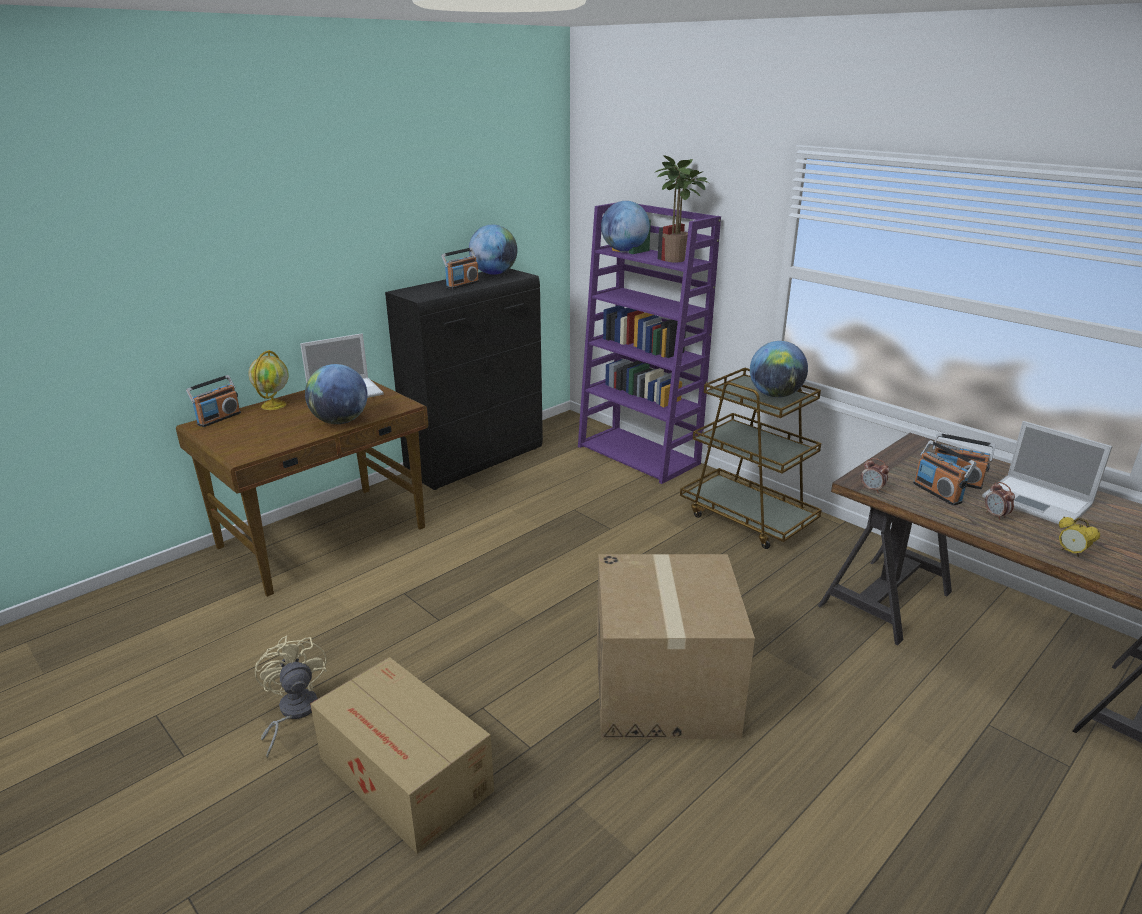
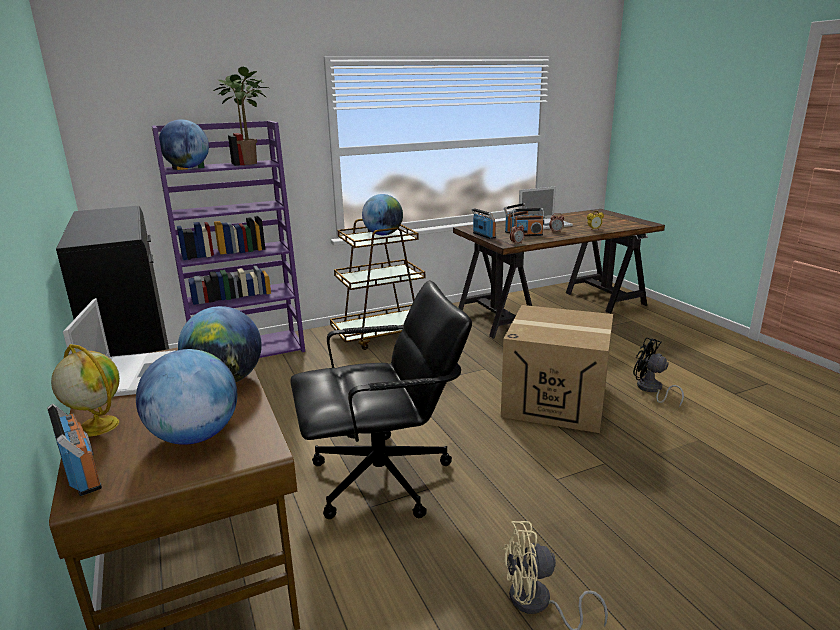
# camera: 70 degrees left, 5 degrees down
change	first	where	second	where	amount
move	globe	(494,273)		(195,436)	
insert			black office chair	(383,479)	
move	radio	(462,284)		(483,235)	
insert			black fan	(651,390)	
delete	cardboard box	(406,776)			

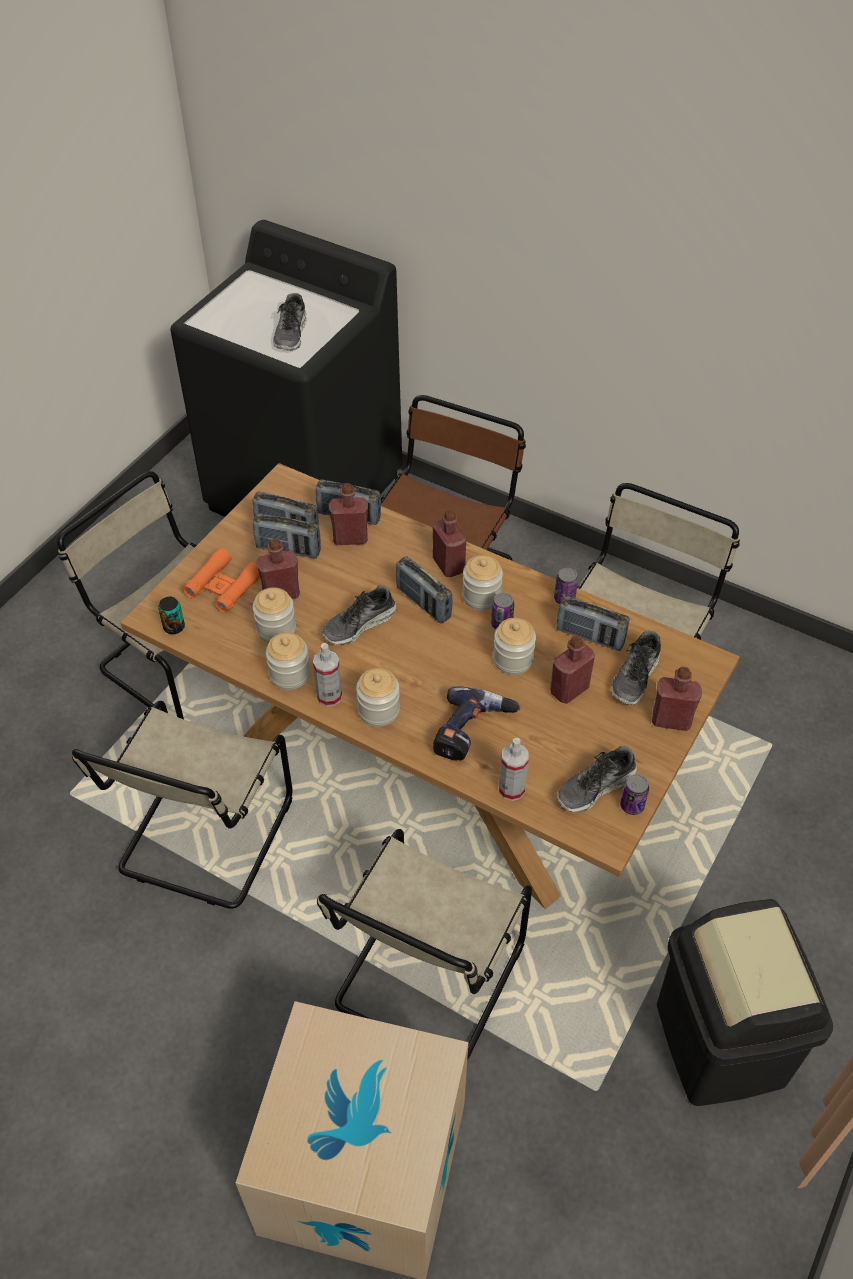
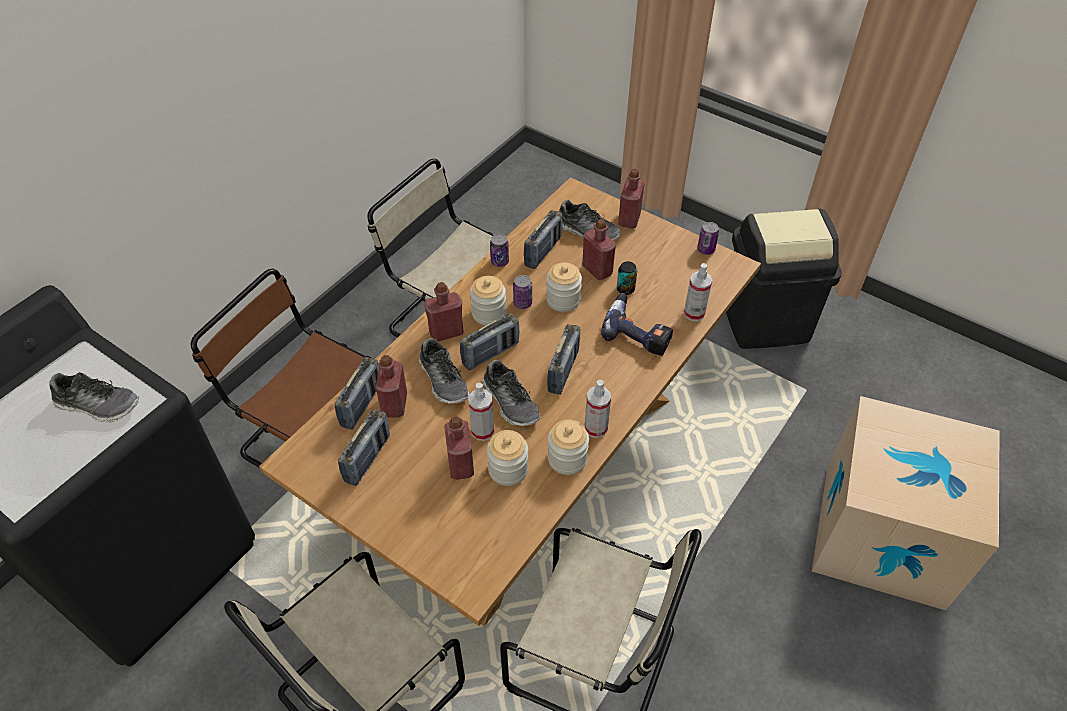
# camera: 85 degrees left, 0 degrees up
change	first	where	second	where	amount
move	shoe	(595,787)		(444,380)	
insert			spray bottle	(482,431)	
move	radio	(288,549)		(563,371)	
move	can	(174,627)		(625,289)	
delete	orange binoculars	(224,586)			
delete	beige chair	(426,981)			
delete	jar	(378,710)			

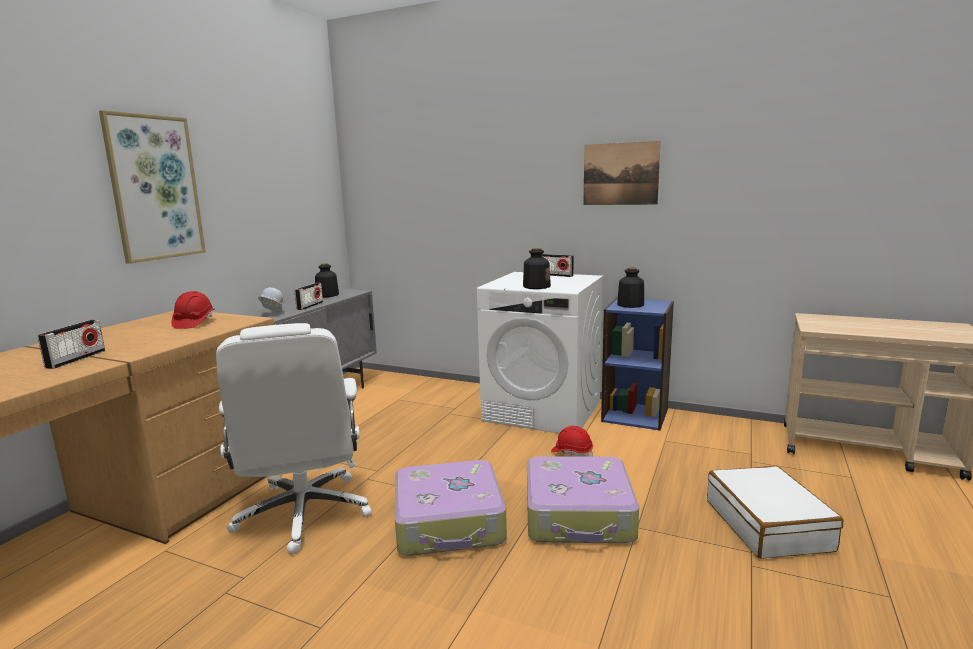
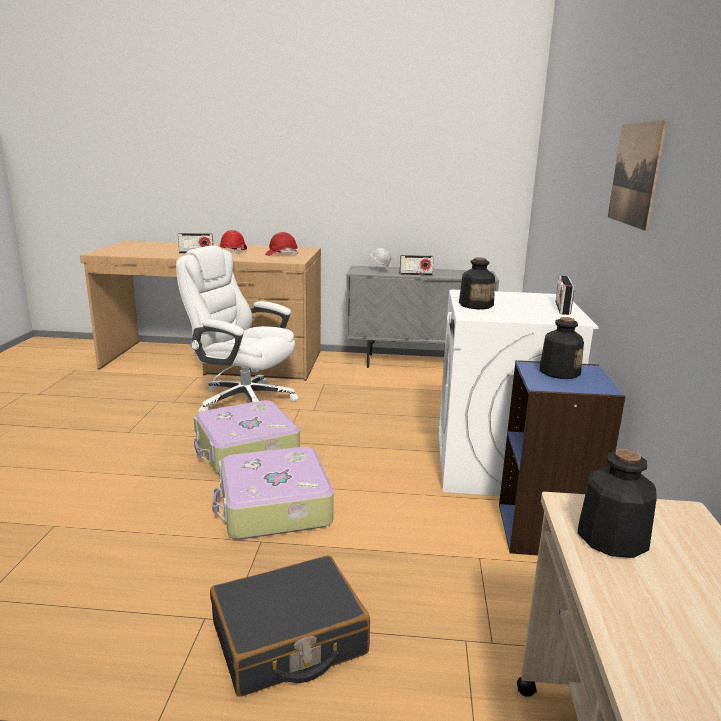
# camera: 70 degrees right, 5 degrees up
change	first	where	second	where	amount
rotate	white office chair	(304,514)		(243,400)	60 degrees clockwise
recolor	white suitcase	(768,525)	black suitcase	(289,640)	
move	red hard hat	(572,452)		(233,252)	
move	bottle	(327,295)		(611,538)	
delete	picture	(155,188)			

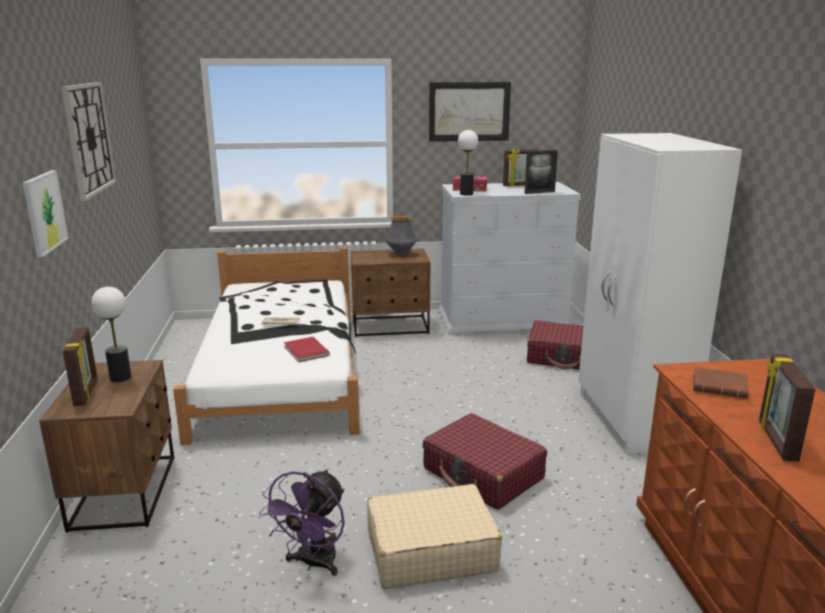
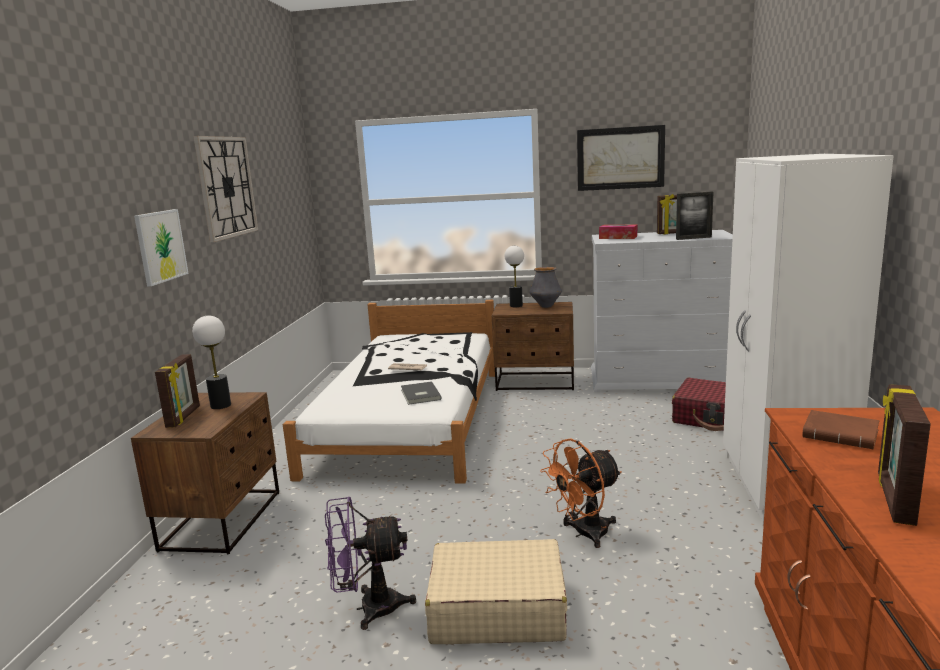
# camera: 15 degrees right, 5 degrees down
change	first	where	second	where	amount
rotate	purple fan	(313,563)		(369,608)	45 degrees clockwise
recolor	red book	(305,351)	grey book	(419,395)	
move	table lamp	(466,194)		(516,305)	
replace	red suitcase	(483,474)	orange fan	(584,534)	

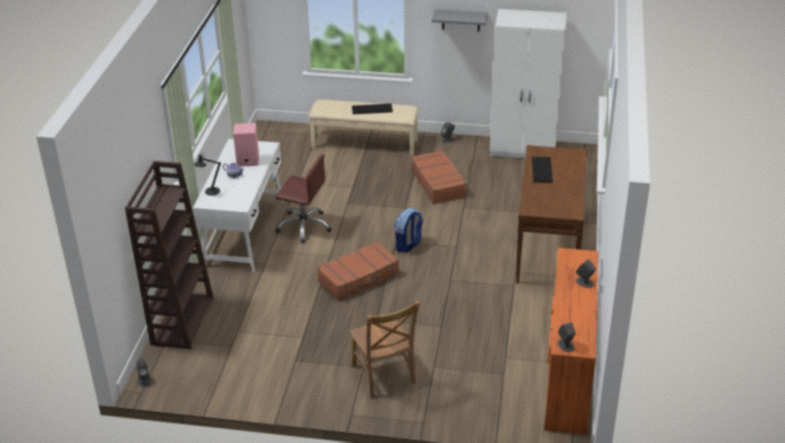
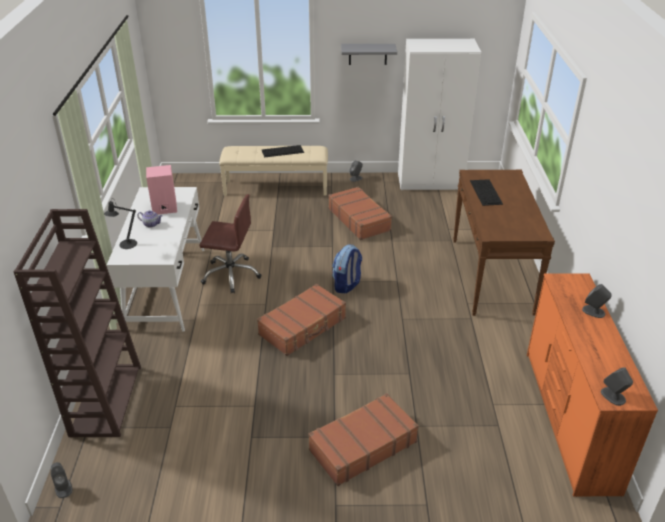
# camera: 10 degrees left, 0 degrees up
change	first	where	second	where	amount
replace	brown chair	(384,376)	brown suitcase	(362,446)	

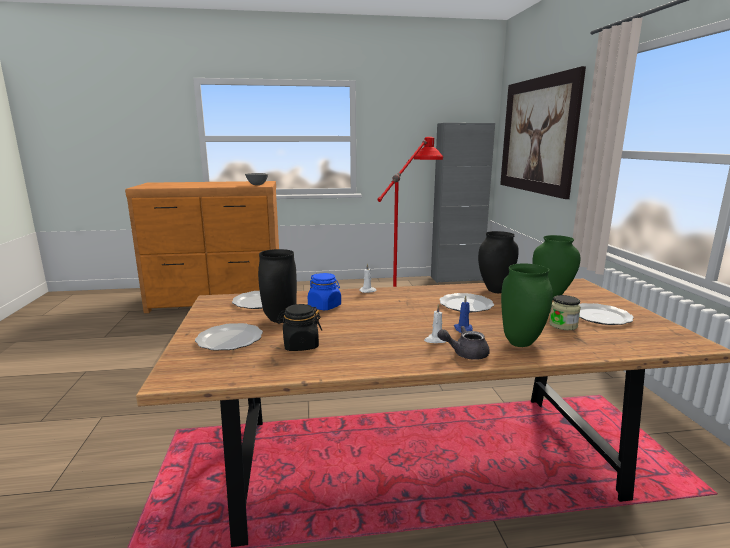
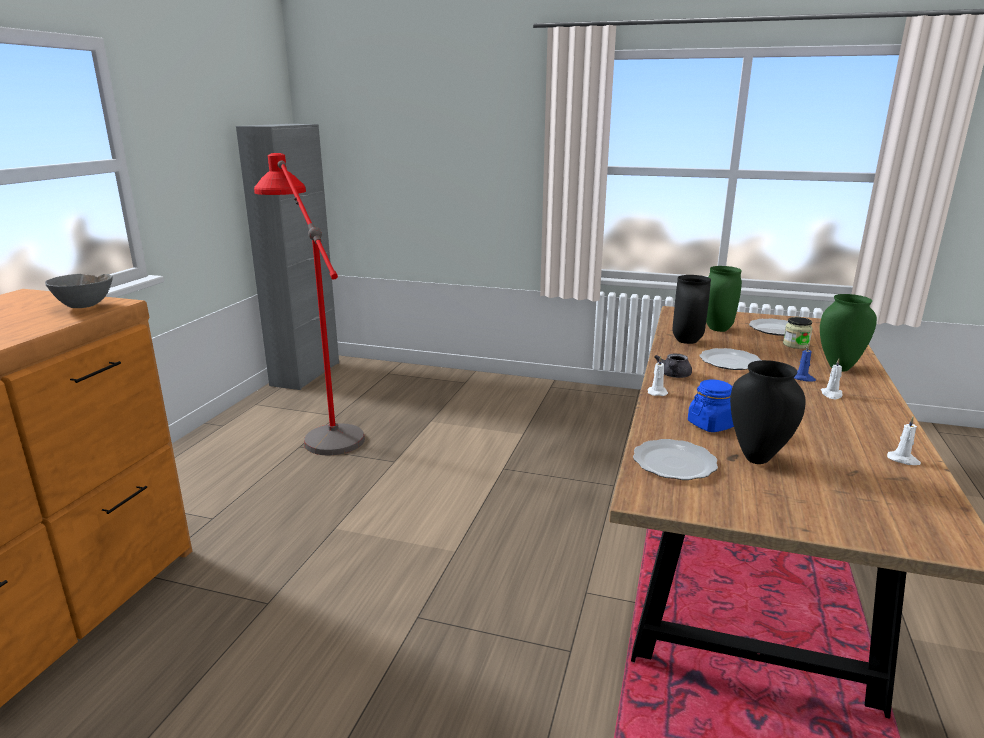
# camera: 65 degrees left, 5 degrees up
change	first	where	second	where	amount
move	grey teapot	(465,353)		(673,376)	
insert			white candle	(903,460)	
delete	plate	(229,340)			
delete	black jar	(300,345)			
delete	picture	(537,135)			

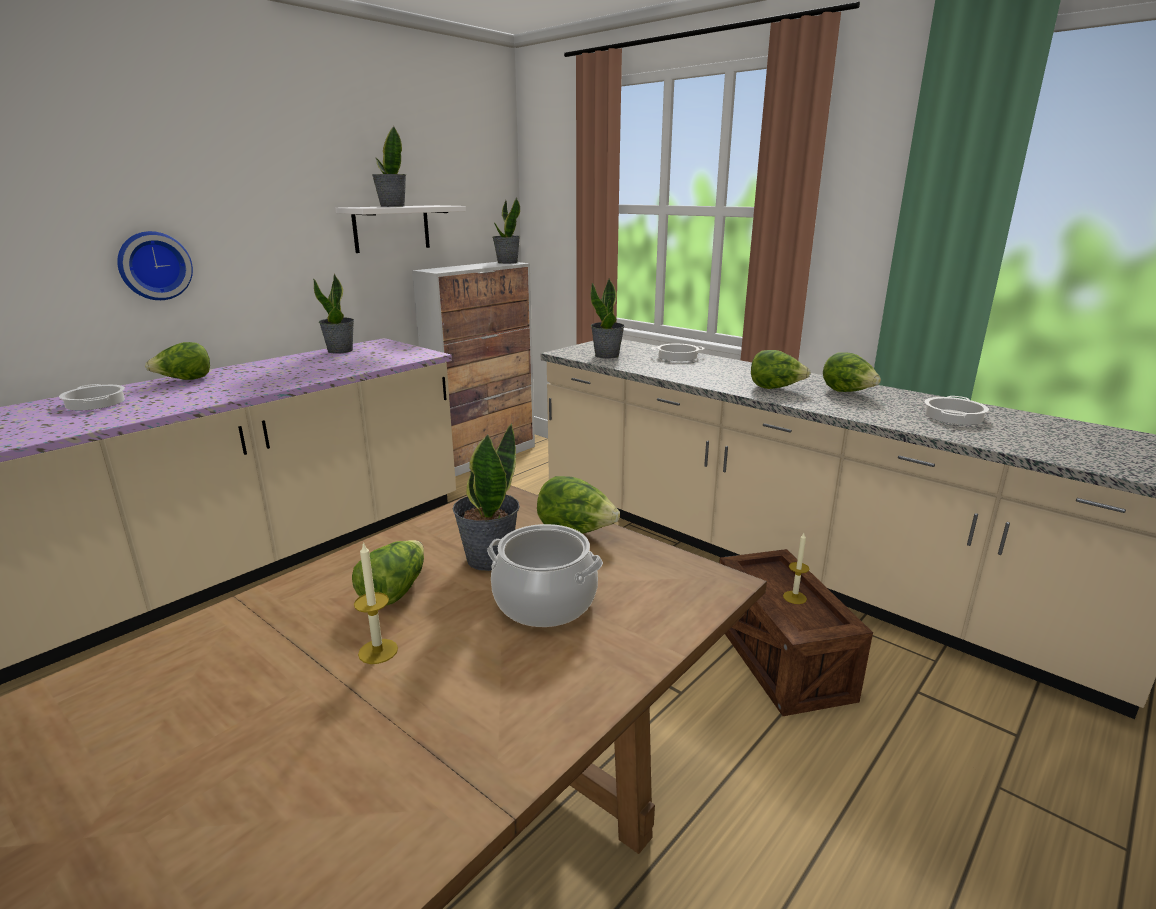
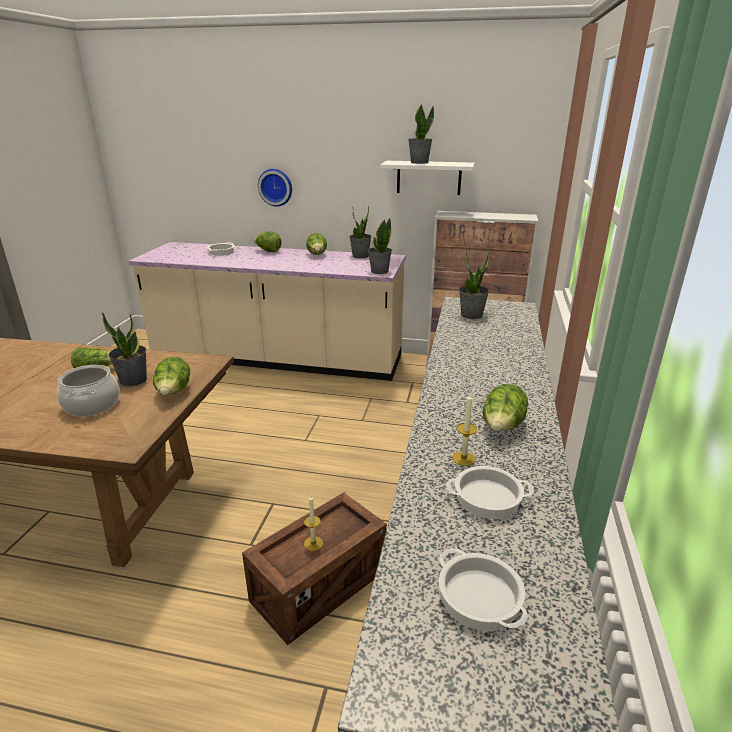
# camera: 60 degrees right, 5 degrees up
change	first	where	second	where	amount
move	lettuce	(775,388)		(317,255)	
move	potted plant	(507,262)		(379,271)	
move	cooking pot	(677,356)		(480,597)	
move	candle	(378,651)		(463,458)	

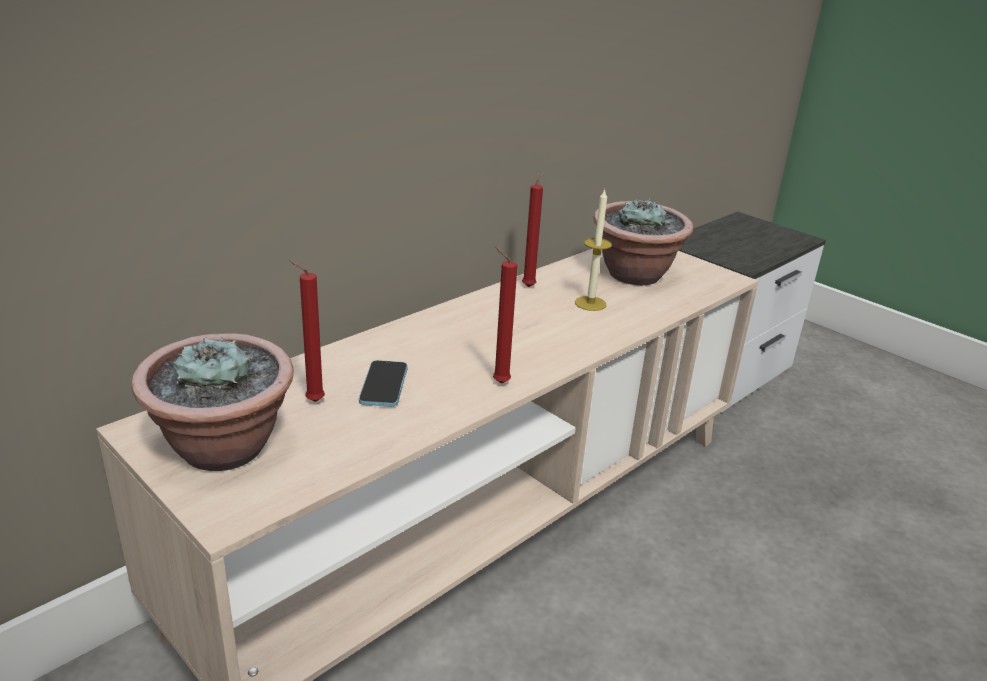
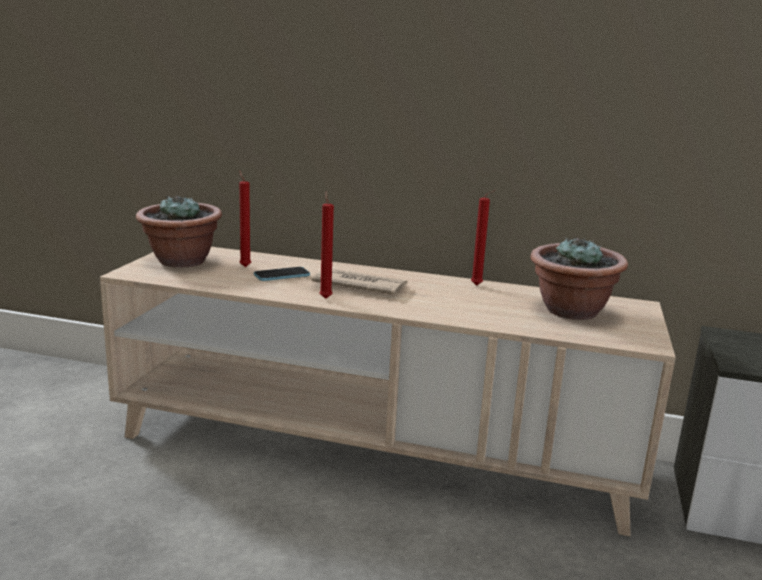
# camera: 60 degrees right, 10 degrees down
change	first	where	second	where	amount
insert			newspaper	(359,285)	
delete	candle	(590,303)			

